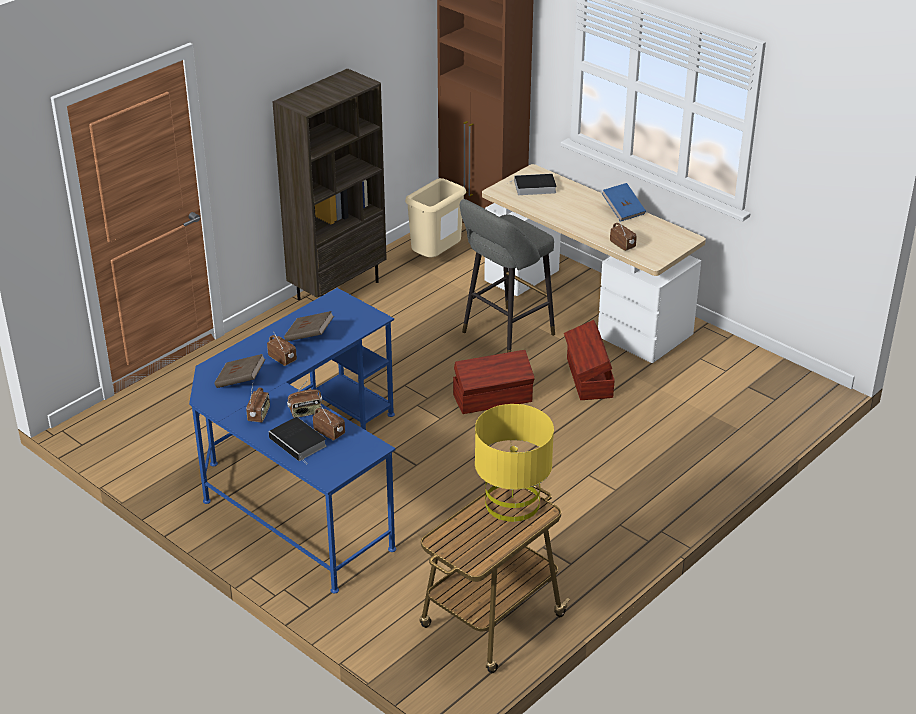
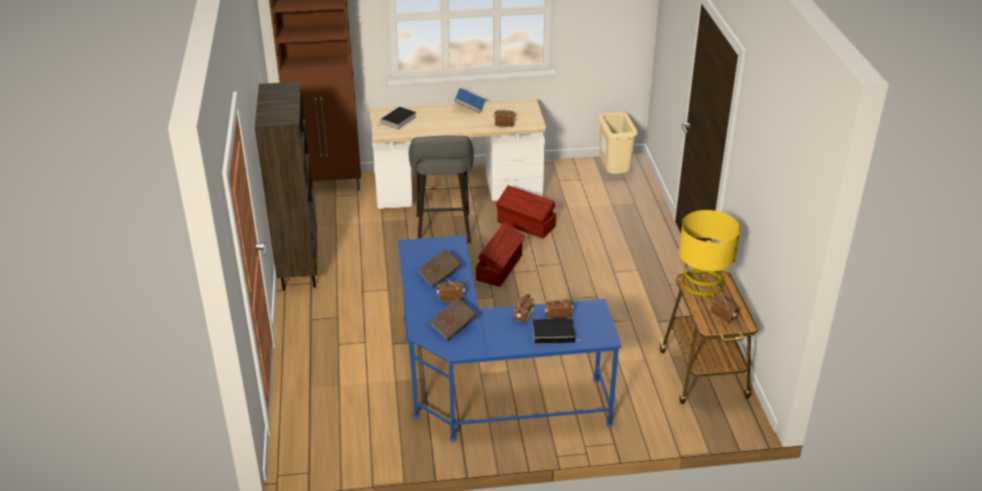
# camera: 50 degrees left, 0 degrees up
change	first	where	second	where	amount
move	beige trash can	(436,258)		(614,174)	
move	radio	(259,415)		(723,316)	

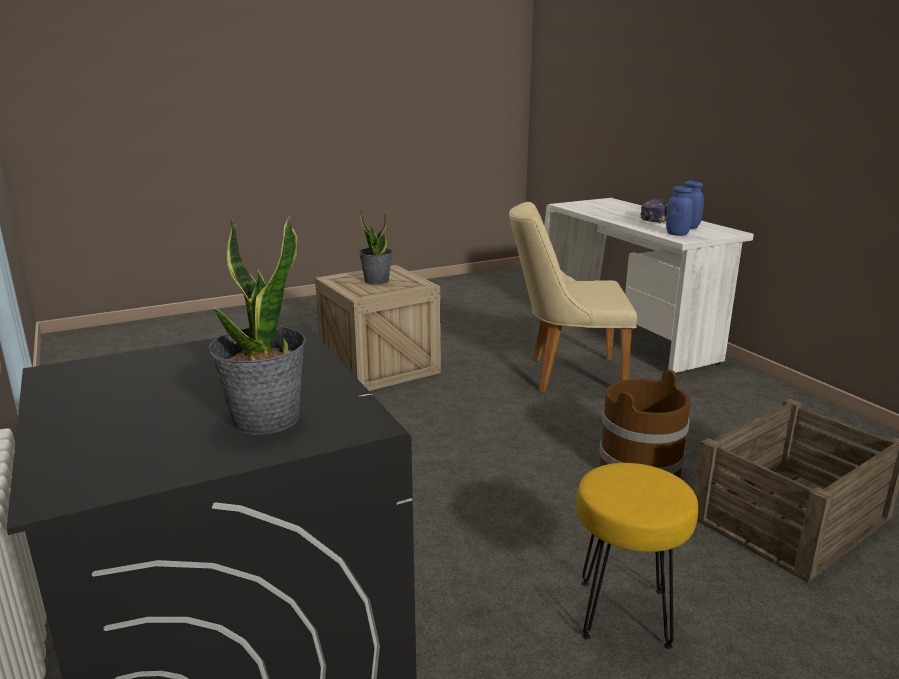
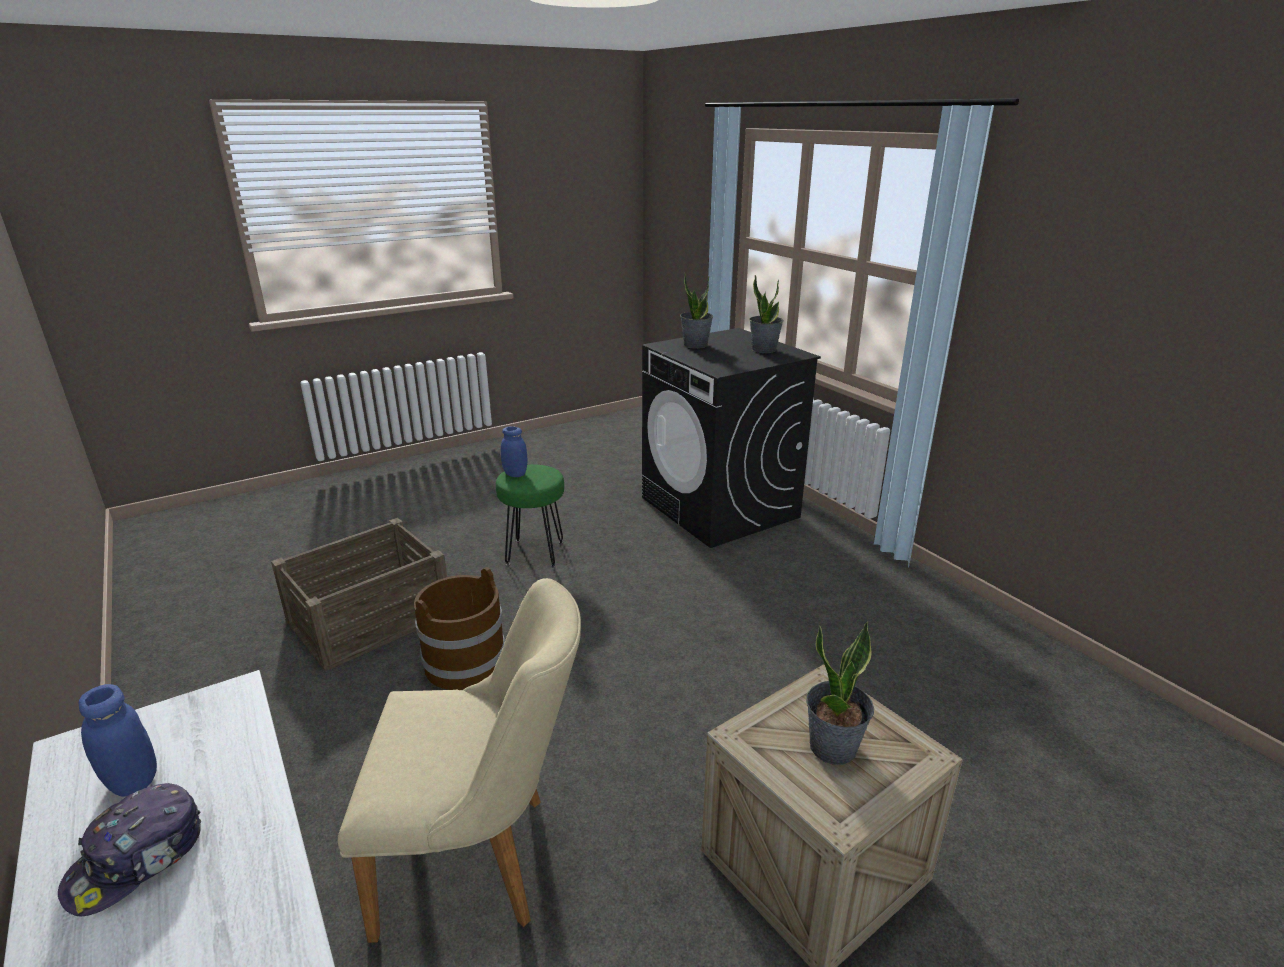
# camera: 175 degrees right, 5 degrees up
change	first	where	second	where	amount
recolor	yellow stool	(623,612)	green stool	(535,553)	
move	blue jar	(677,234)		(515,474)	
insert			potted plant	(763,349)	

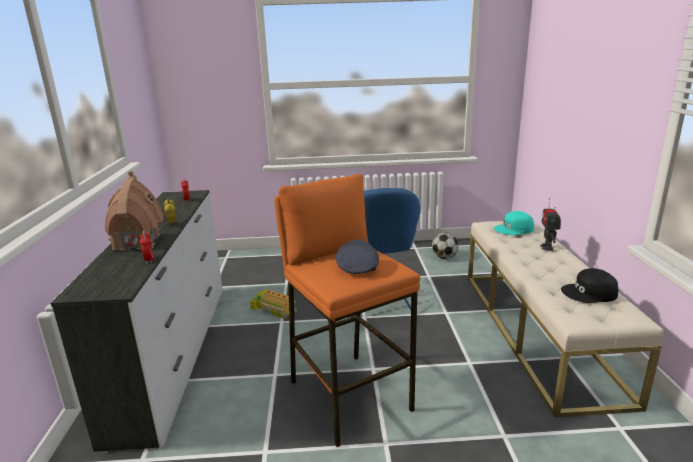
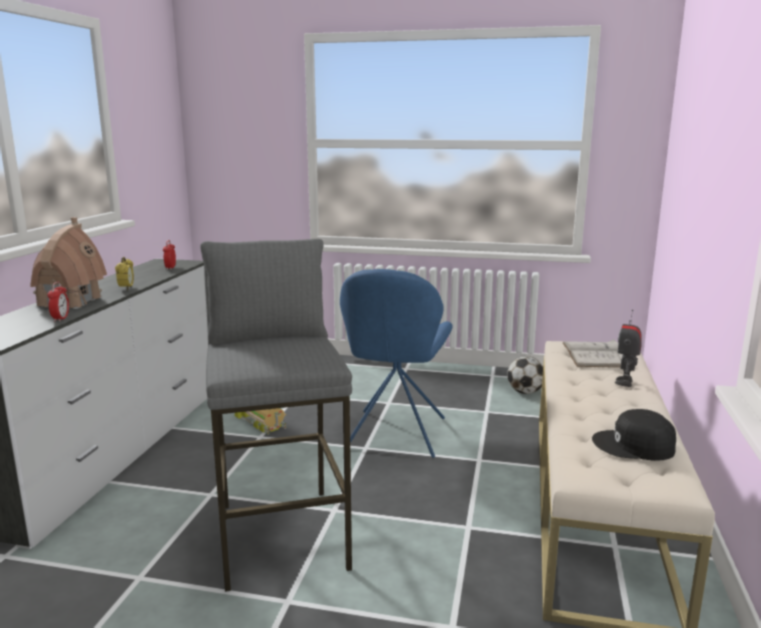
# camera: 15 degrees right, 5 degrees down
change	first	where	second	where	amount
recolor	orange stool	(349,395)	grey stool	(282,535)	
replace	turquoise cap	(514,229)	white book	(596,355)	
delete	grey cap	(357,267)			

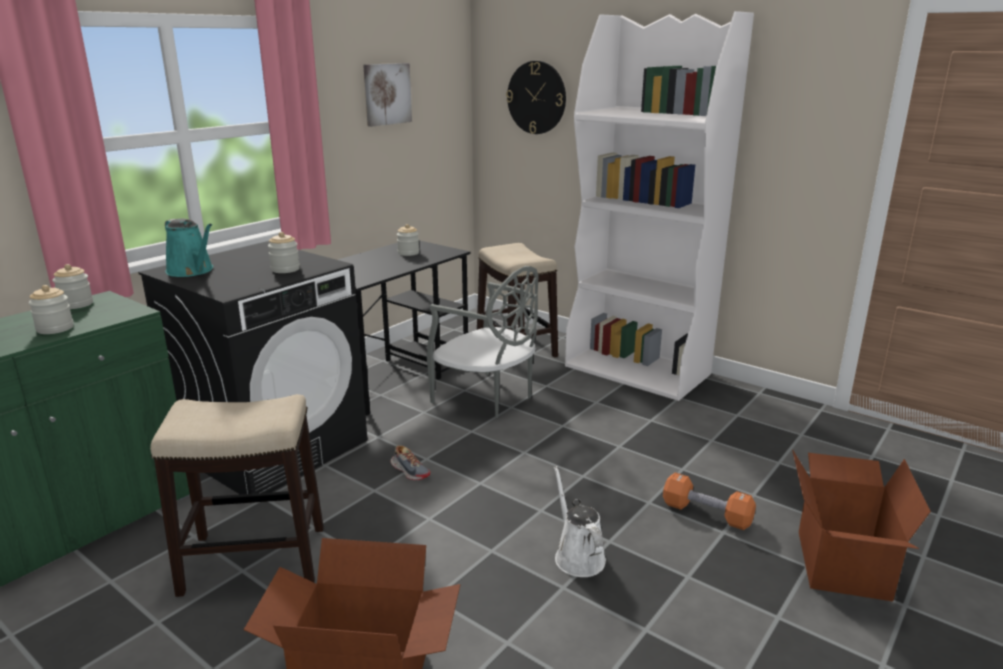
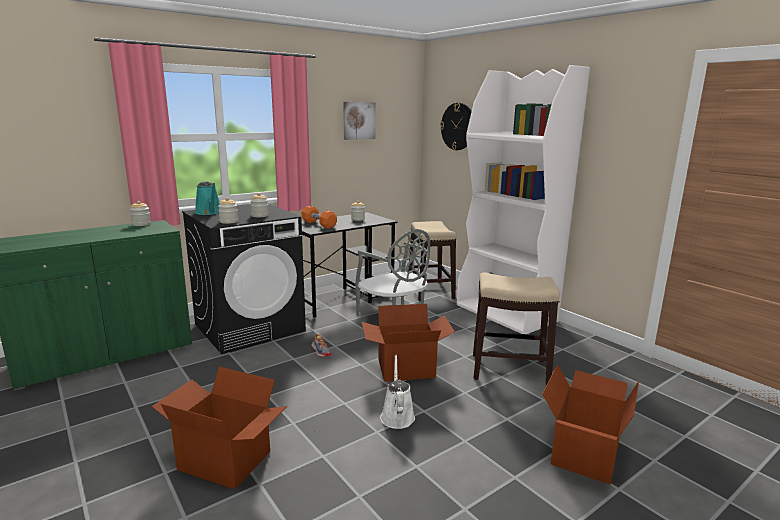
# camera: 15 degrees right, 5 degrees down
change	first	where	second	where	amount
move	jar	(55,328)		(229,221)	
move	orange dumbbell	(706,514)		(319,224)	
insert			cardboard box	(406,369)	
move	stool	(256,560)		(510,369)	

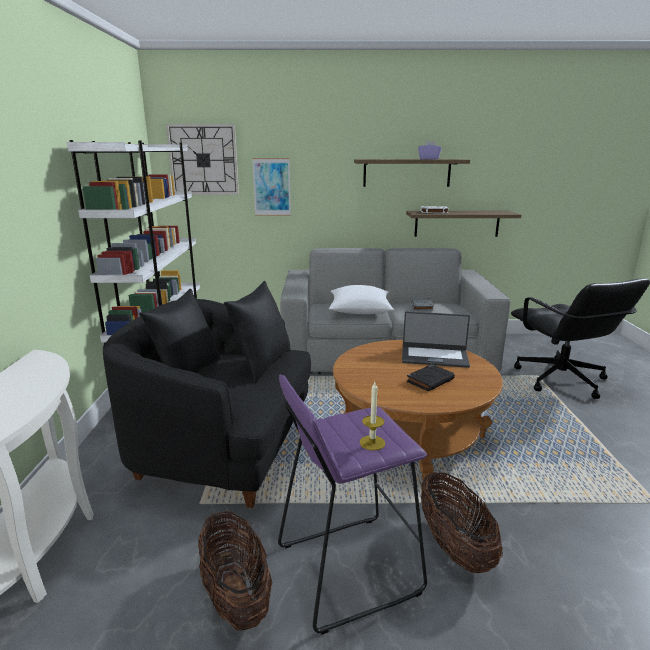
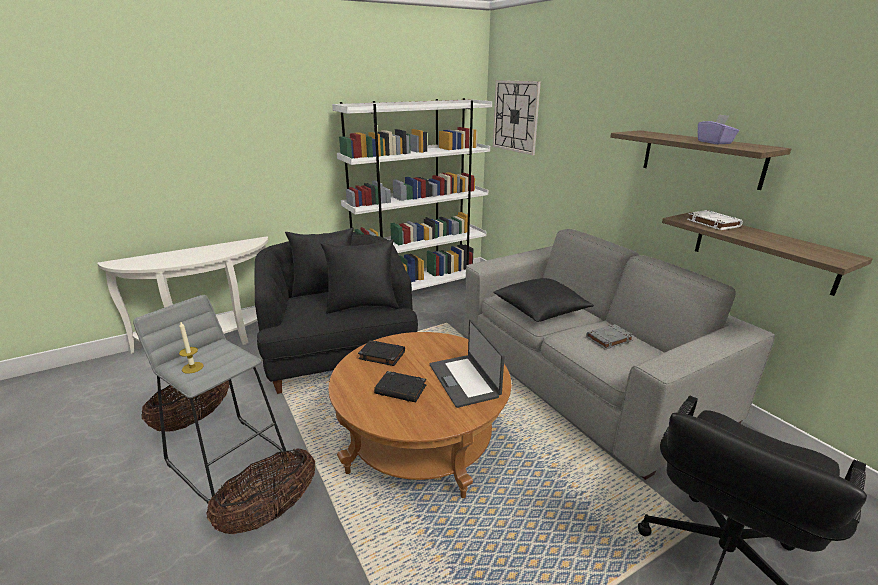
# camera: 60 degrees right, 5 degrees up
change	first	where	second	where	amount
recolor	purple stool	(347,568)	grey stool	(228,458)	
insert			black book	(381,355)	
recolor	white pillow	(360,311)	black pillow	(540,310)	
delete	picture	(272,187)			

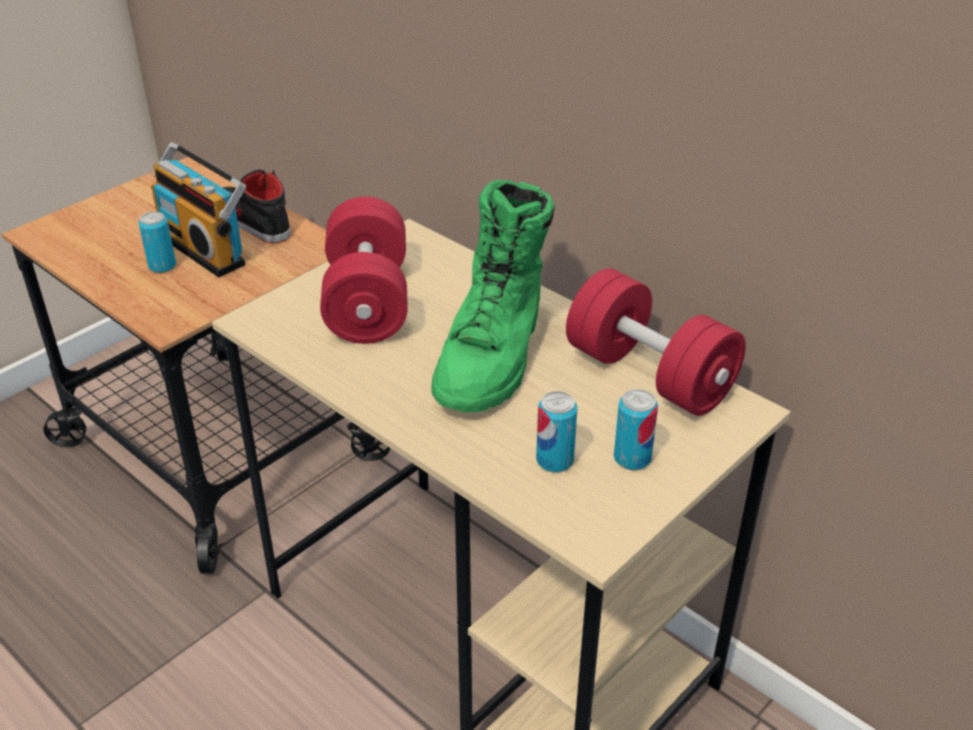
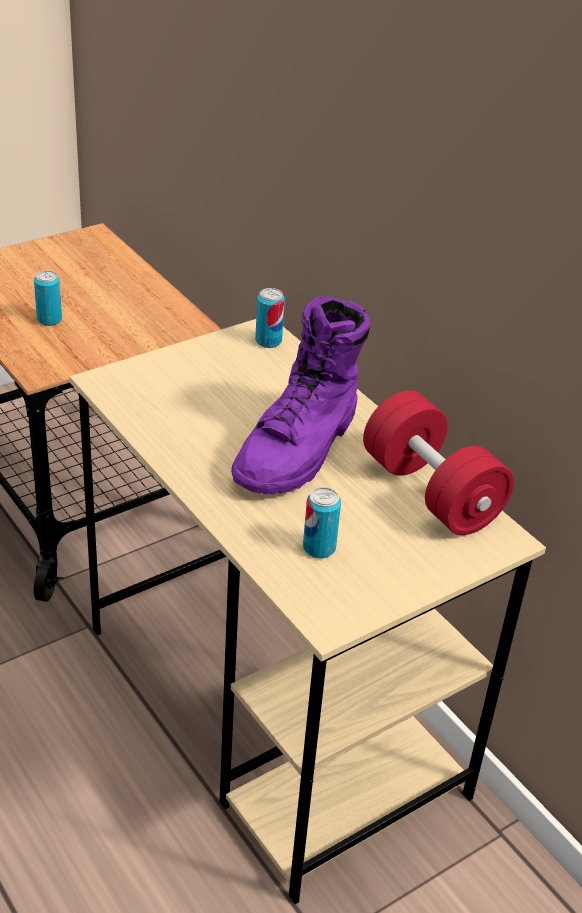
# camera: 10 degrees right, 0 degrees up
change	first	where	second	where	amount
recolor	green boot	(494,356)	purple boot	(299,450)	
move	can	(632,458)		(268,341)	
delete	radio	(206,248)			
delete	black shoe	(251,221)			
delete	red dumbbell	(367,301)			

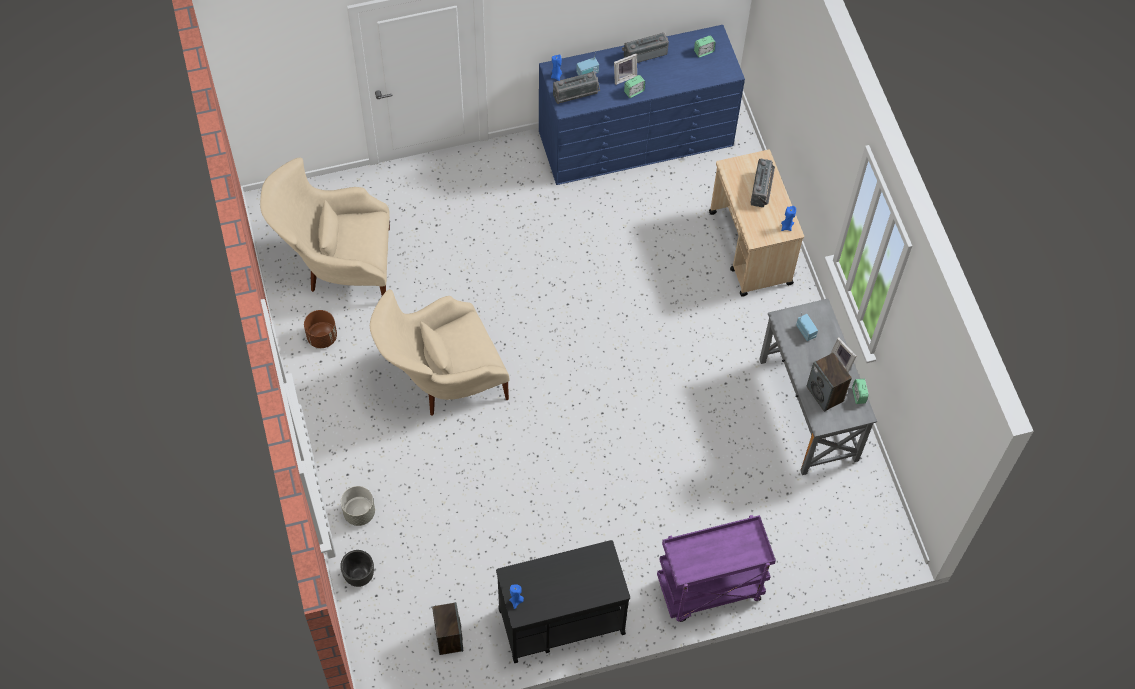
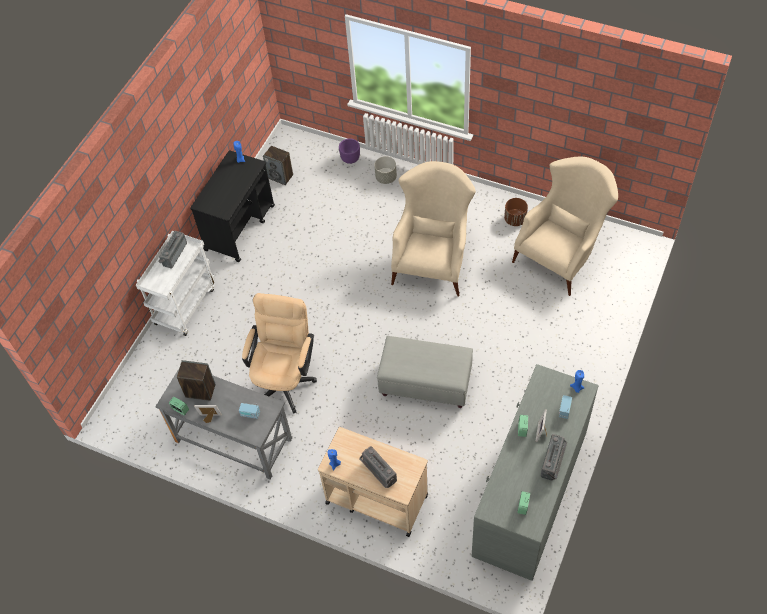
# camera: 135 degrees right, 5 degrees down
change	first	where	second	where	amount
recolor	purple cart	(709,590)	white cart	(185,304)	
move	radio	(576,96)		(173,254)	
insert			beige office chair	(285,379)	
recolor	black planter	(358,576)	purple planter	(350,159)	
insert			grey ottoman	(425,383)	
recolor	blue dresser	(636,138)	grey dresser	(530,493)	

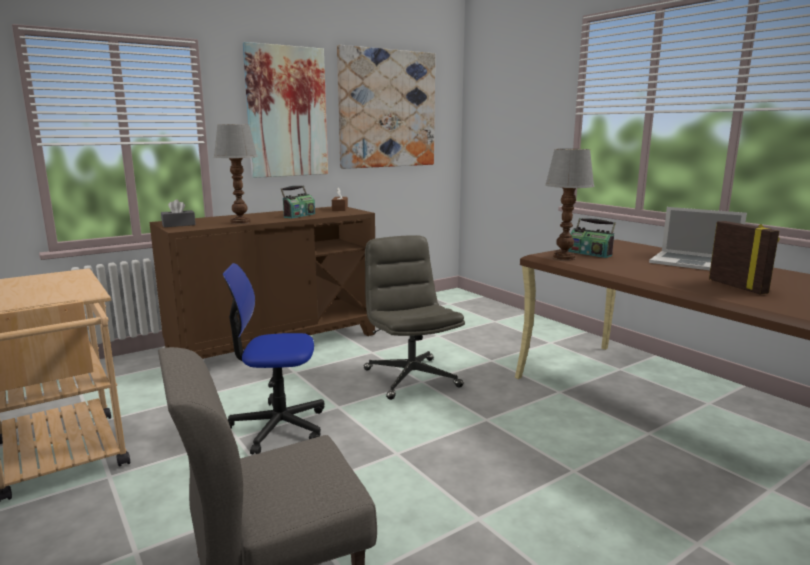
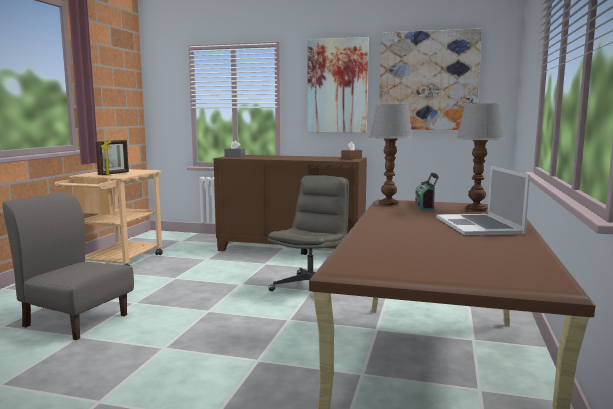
# camera: 50 degrees right, 5 degrees down
change	first	where	second	where	amount
move	picture frame	(738,287)		(114,174)	
move	table lamp	(240,222)		(476,209)	
delete	office chair	(277,427)			
delete	radio	(298,215)			

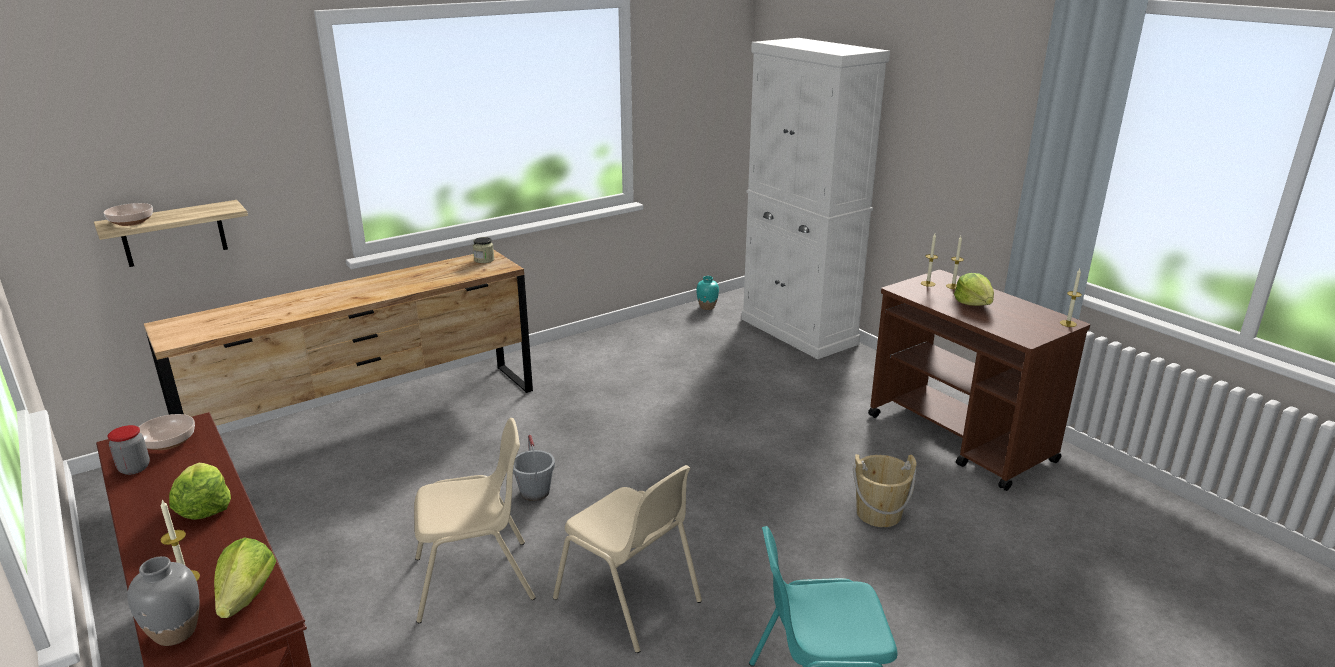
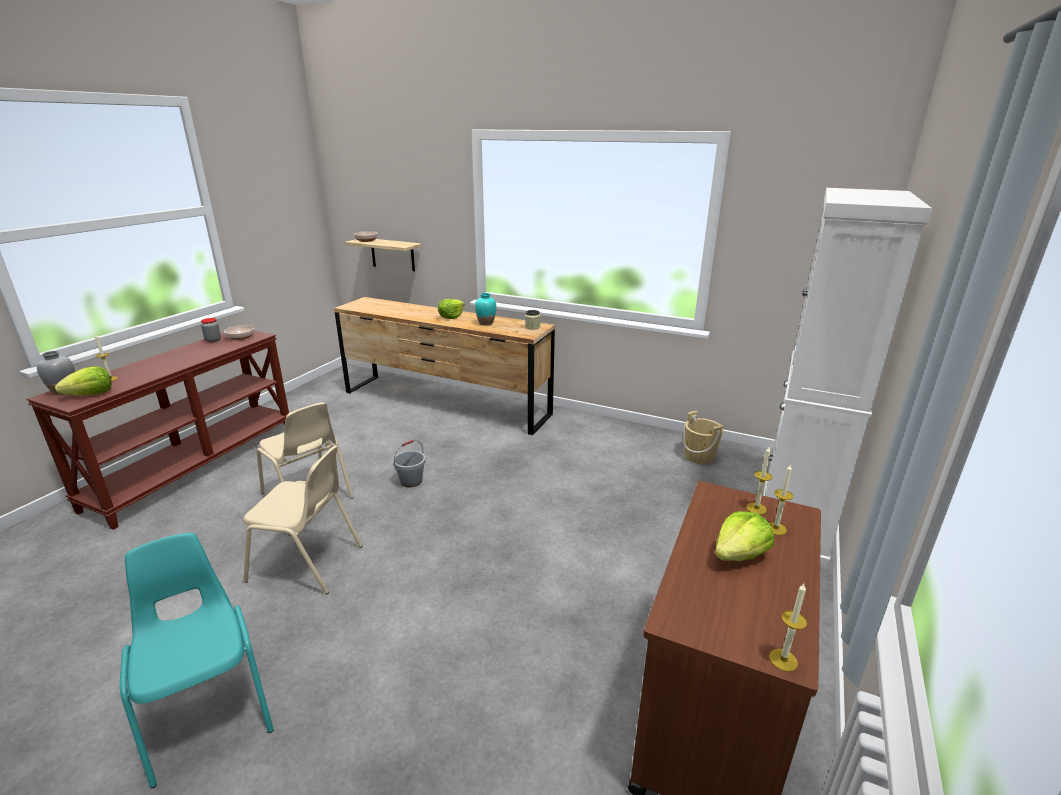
# camera: 60 degrees right, 0 degrees up
change	first	where	second	where	amount
rotate	beige chair	(629,601)		(307,563)	90 degrees counterclockwise
move	lettuce	(203,507)		(451,316)	
move	turquoise vase	(707,307)		(486,323)	
move	beige bucket	(878,514)		(699,456)	

